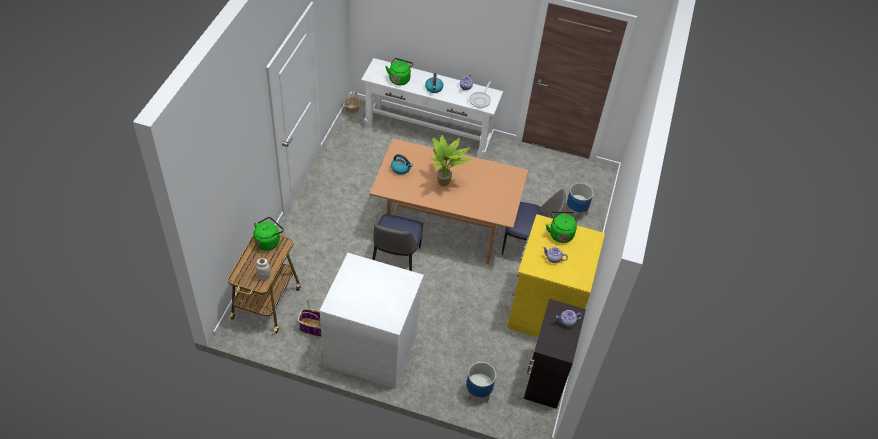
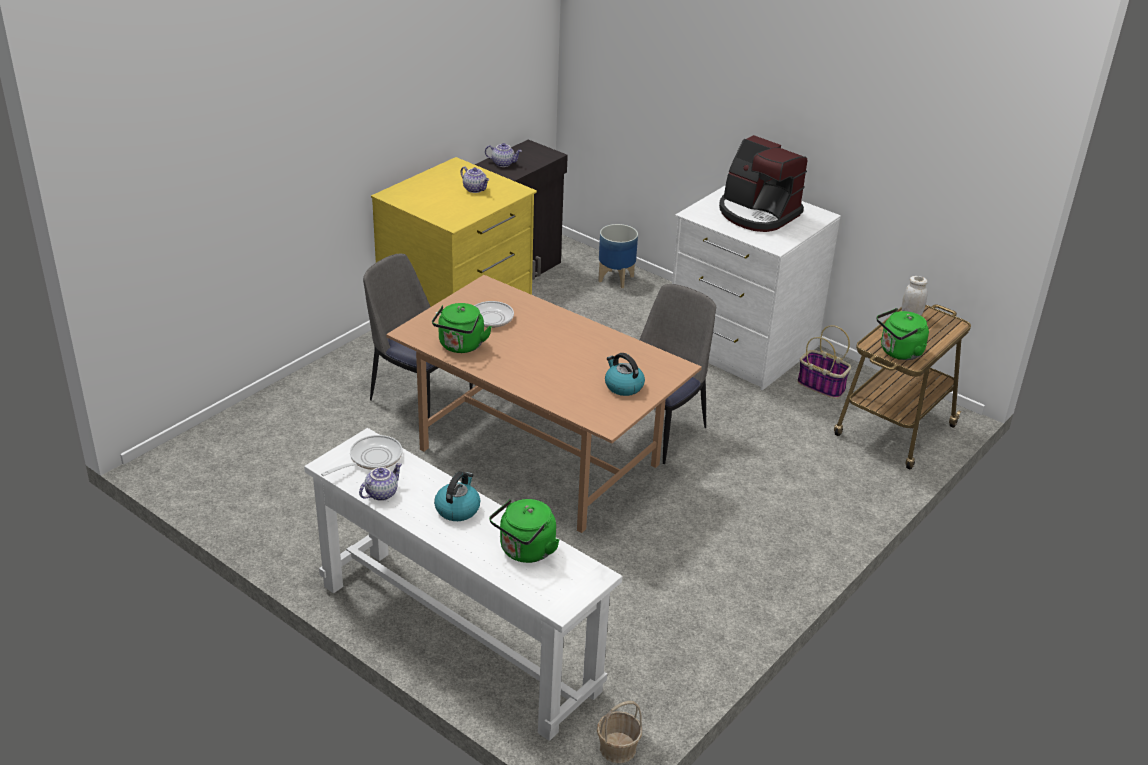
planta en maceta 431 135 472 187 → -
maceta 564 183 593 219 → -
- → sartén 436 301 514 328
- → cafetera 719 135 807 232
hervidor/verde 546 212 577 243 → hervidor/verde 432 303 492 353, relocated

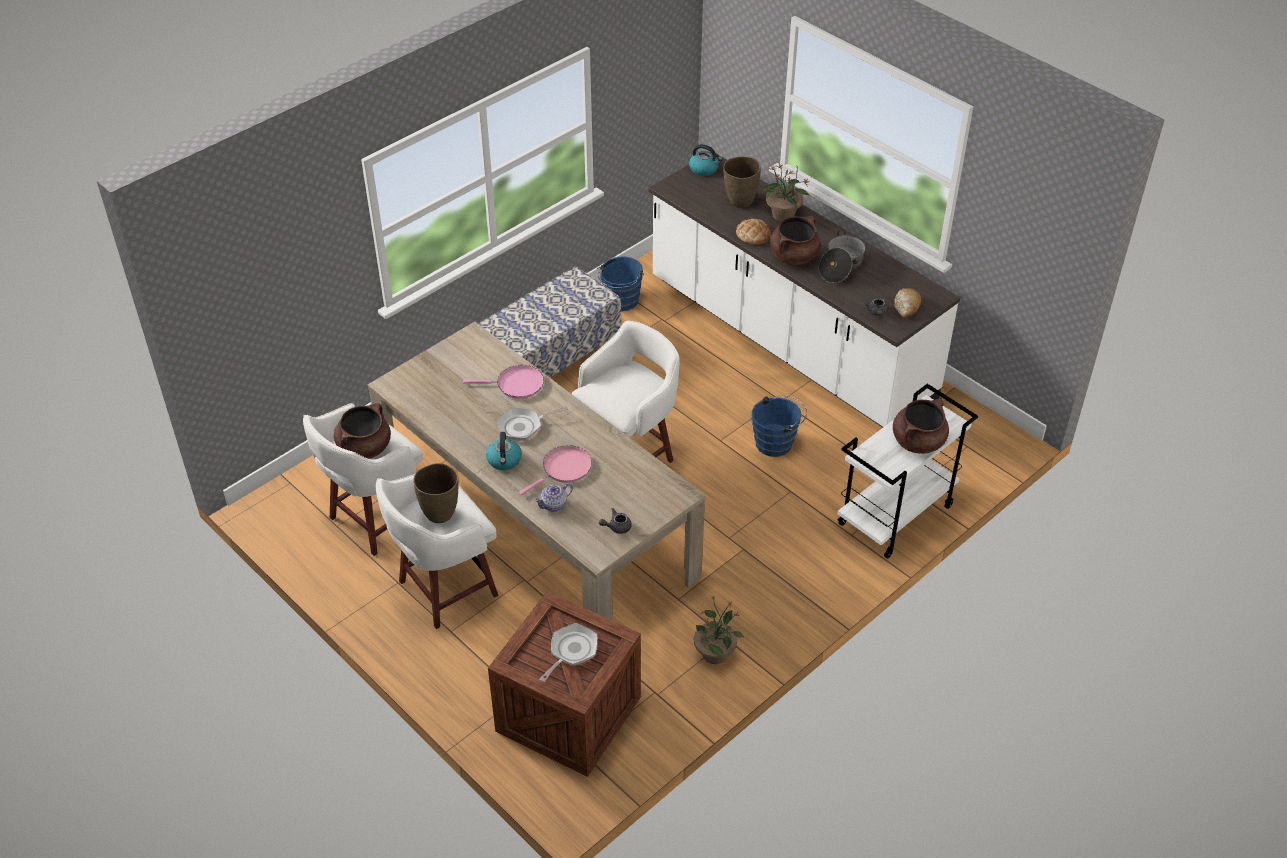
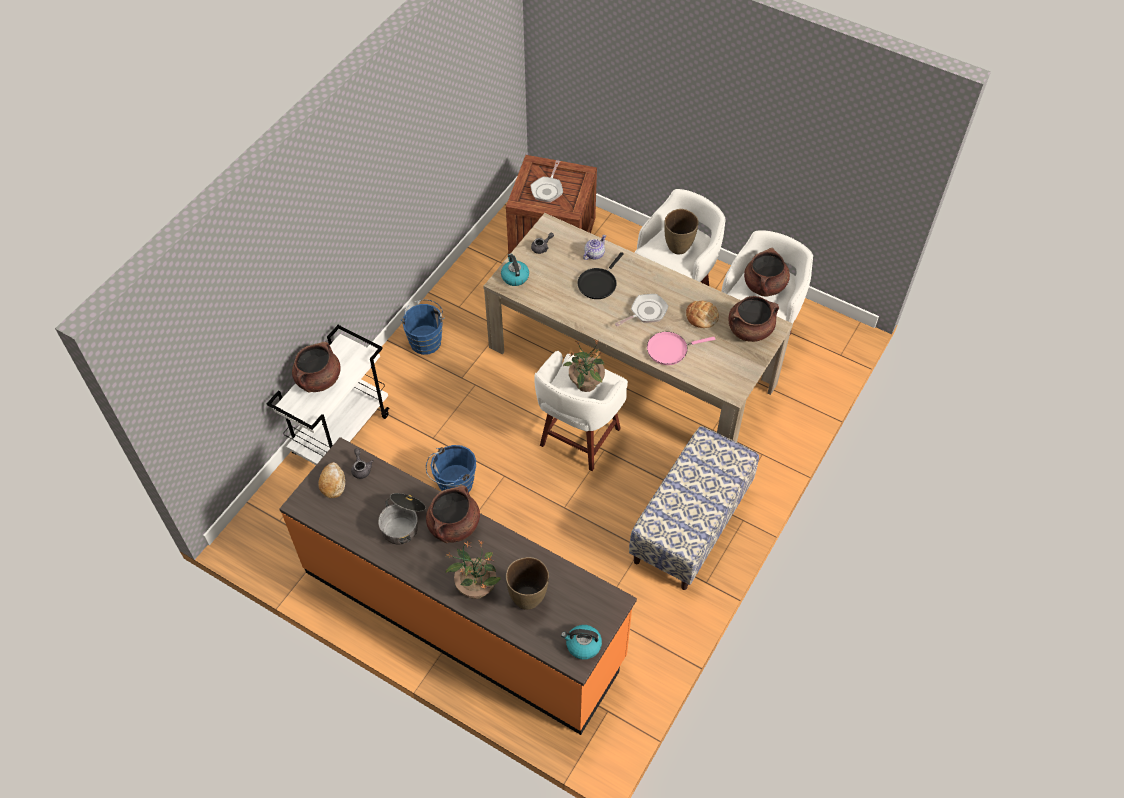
- → olla/marrón 728 296 779 342
hervidor 486 432 522 470 → hervidor 501 253 529 286, relocated
cubo/azul 597 256 644 311 → cubo/azul 401 299 445 355, relocated
planta en maceta 694 595 744 664 → planta en maceta 563 339 605 392, relocated
pan 736 219 771 244 → pan 686 300 719 328, relocated
sartén/rosa 519 445 592 495 → sartén/negro 577 252 624 299
mueble bajo de cocina/blanco 649 154 960 427 → mueble bajo de cocina/naranja 279 437 637 735

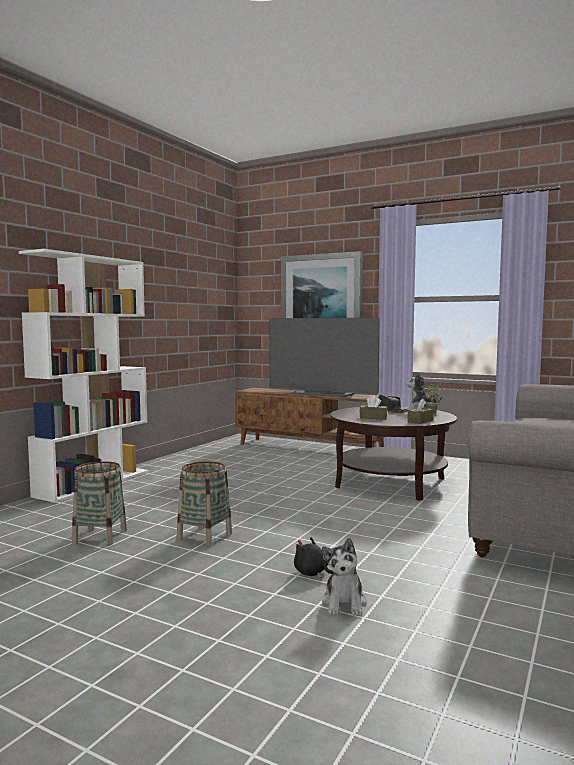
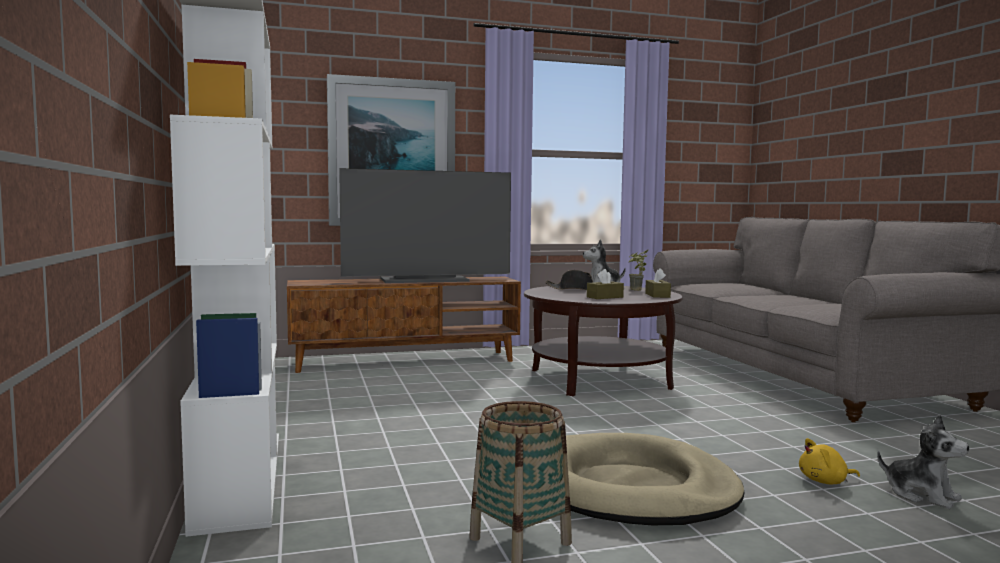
cesta 177 461 232 547 → cama para perro/beis 566 433 744 525
peluche/negro 294 537 334 578 → peluche/amarillo 799 438 860 484

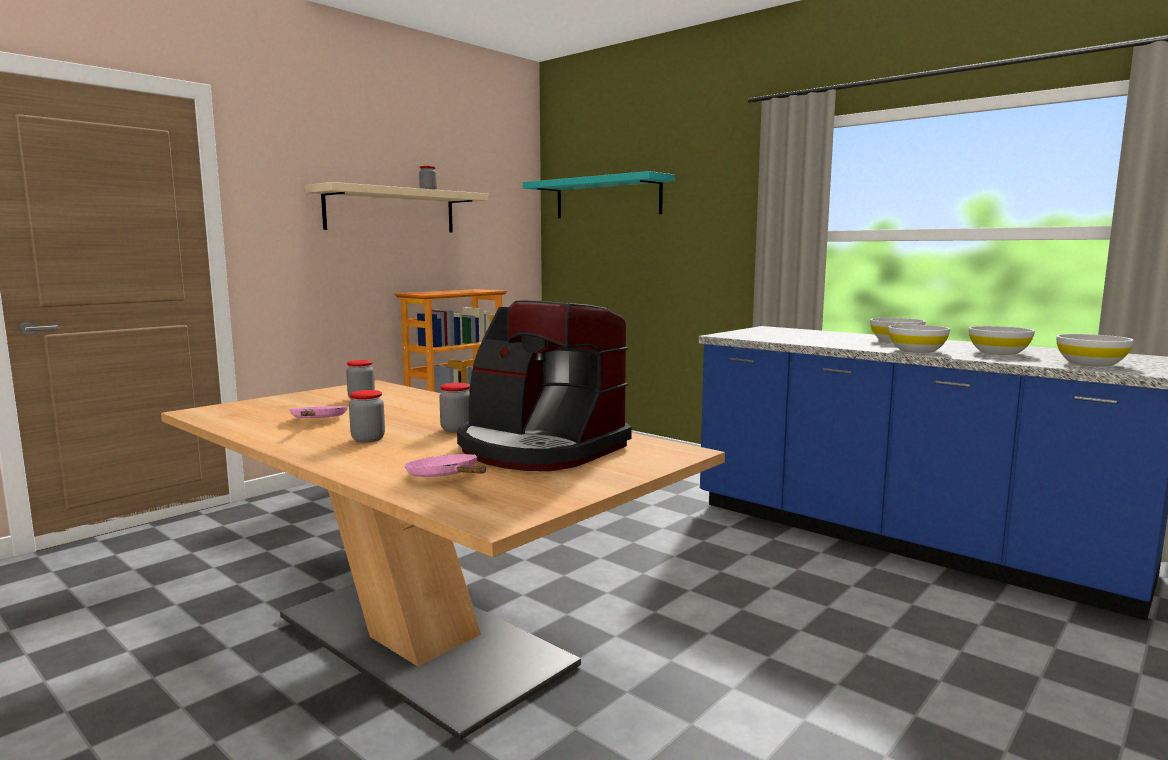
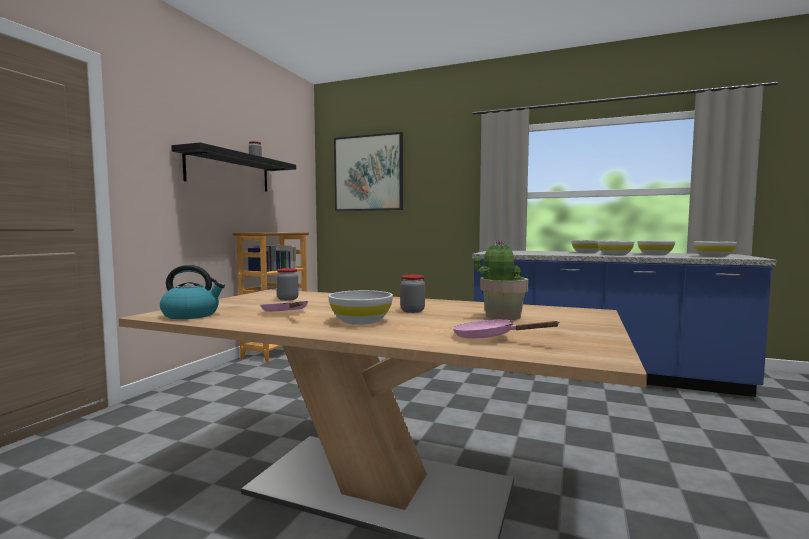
- → hervidor 160 265 225 319
tarro 349 390 385 443 → cuenco/blanco 328 290 393 325
cafetera 457 300 632 471 → planta en maceta 474 240 528 320
estante/turquesa 523 171 674 218 → cuadro 334 132 403 211
estante/beis 306 182 489 233 → estante/negro 171 142 296 192

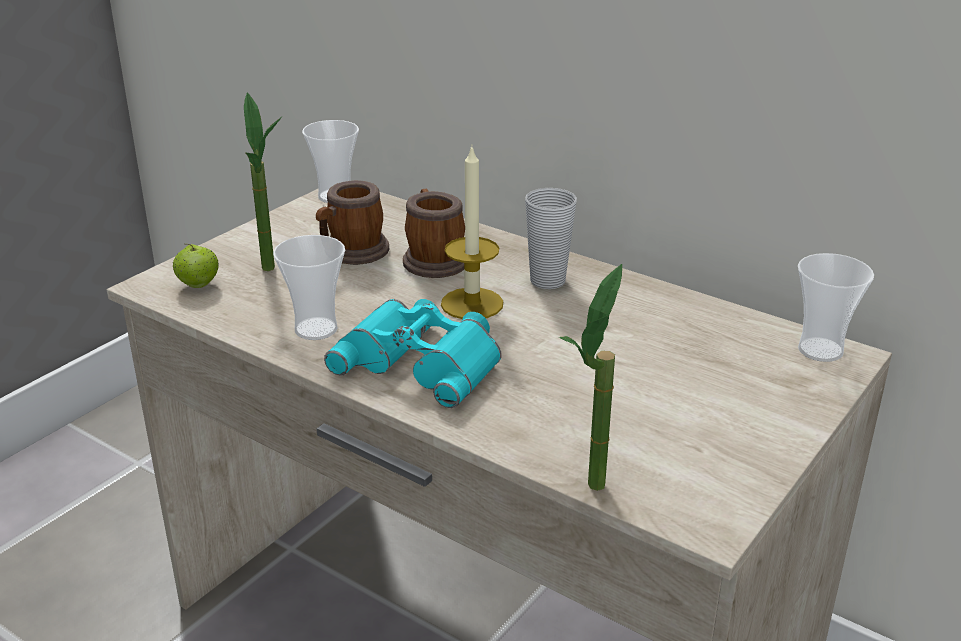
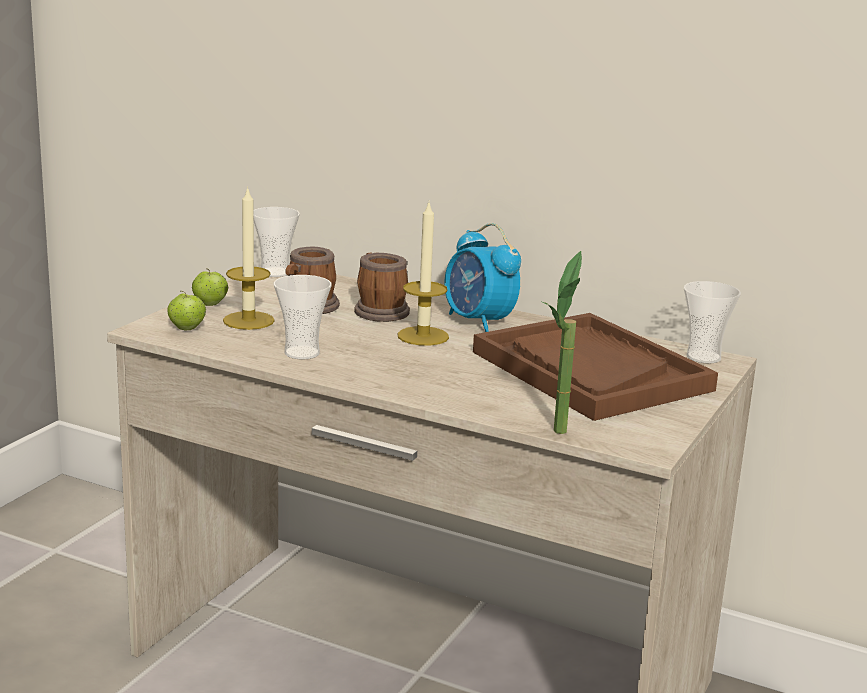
prismáticos/turquesa 324 299 502 408 → -
- → manzana 192 268 228 306
- → bandeja/marrón 473 313 718 421
planta en maceta 244 92 282 271 → vela 223 186 275 330
taza 525 188 577 289 → despertador 444 223 521 332

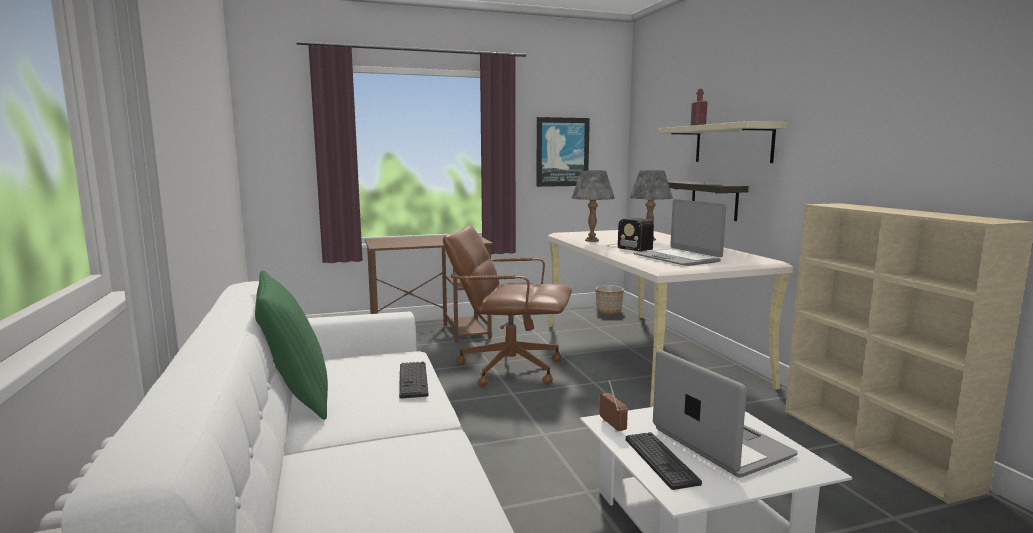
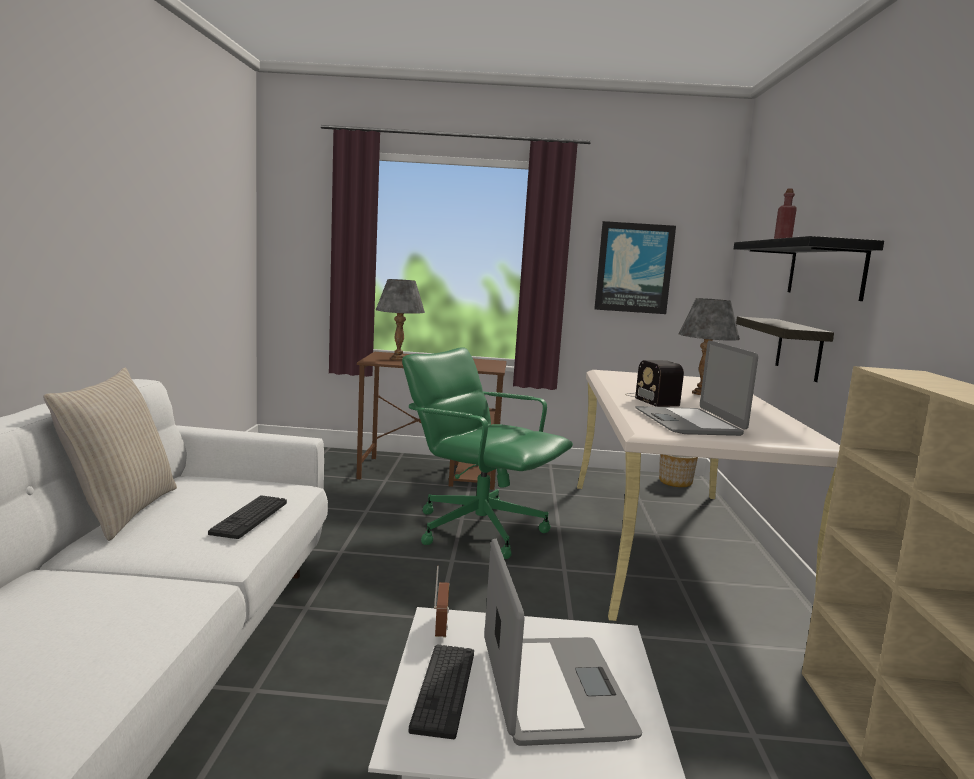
lámpara de mesa/gris 571 170 615 242 → lámpara de mesa/gris 376 279 425 360, relocated
cojín/verde 255 270 328 420 → cojín/beis 43 368 177 541
silla de oficina/marrón 443 225 572 387 → silla de oficina/verde 402 347 573 559
estante/beis 658 121 787 163 → estante/negro 734 236 884 301

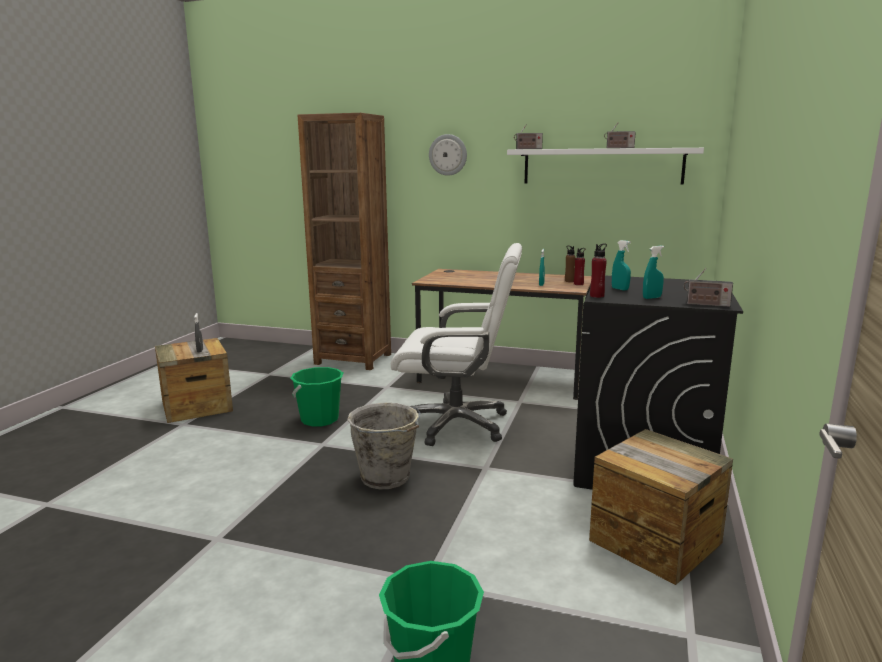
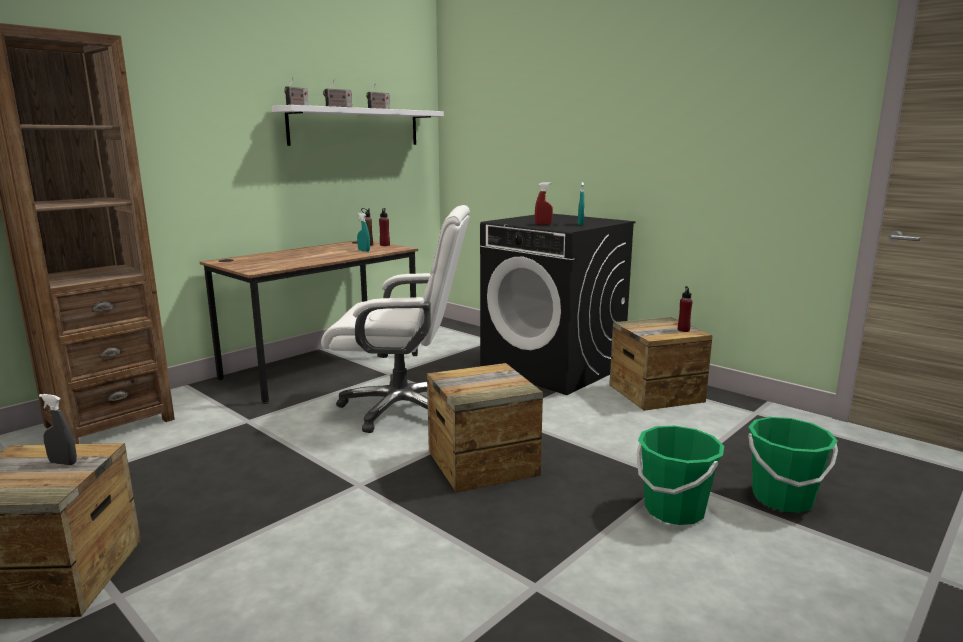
reloj de pared 429 134 467 176 → -
cubo/verde 290 367 343 427 → cubo/verde 636 425 724 525, relocated
botella/rojo 590 244 607 298 → botella/rojo 678 286 693 332, relocated
radio 684 268 733 307 → radio 323 80 352 107, relocated
cubo/gris 347 403 420 489 → caja de embalaje 427 363 543 492
pulverizador/turquesa 612 240 631 290 → pulverizador/rojo 535 182 553 225
silla de oficina/blanco 391 243 522 446 → silla de oficina/blanco 321 205 470 433, 60 degrees clockwise

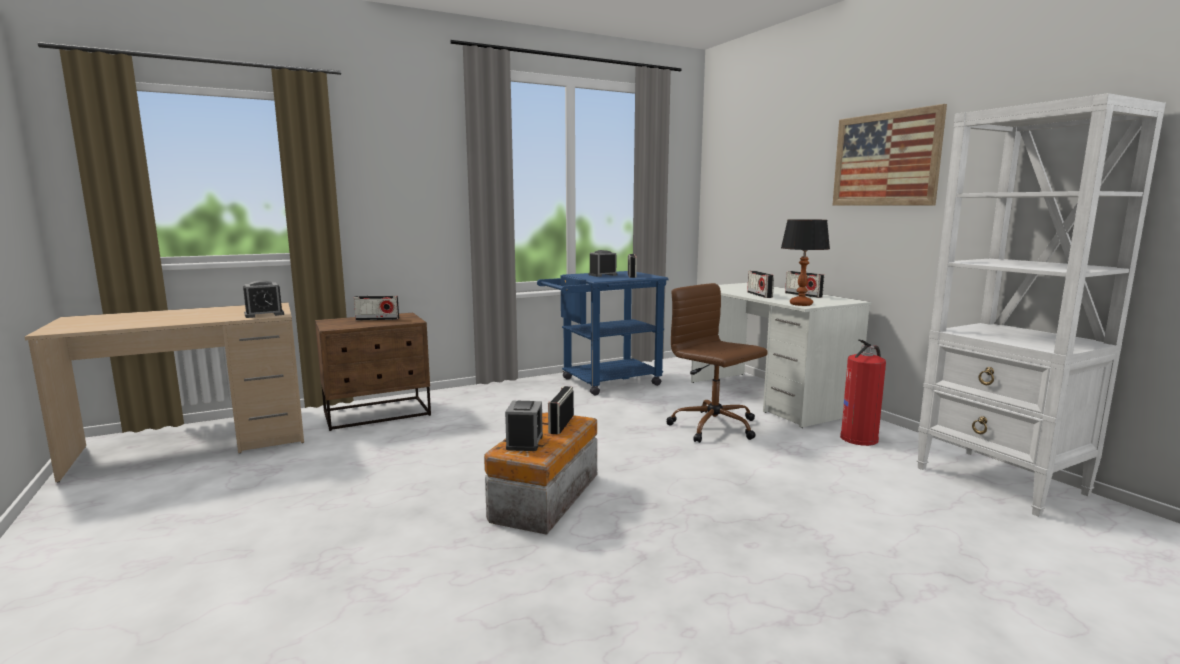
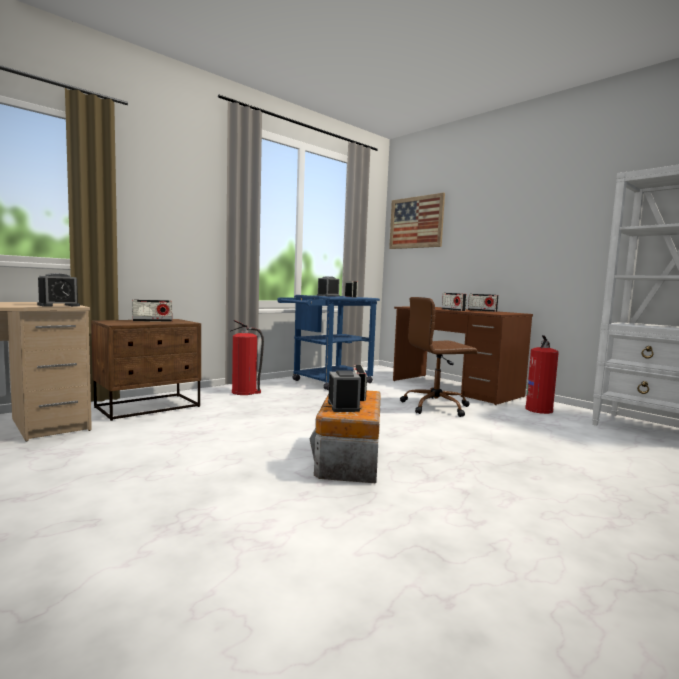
lámpara de mesa 781 219 830 306 → -
- → extintor 230 320 264 395
cuadro 833 104 947 206 → cuadro 389 193 445 249, relocated
escritorio/blanco 691 283 871 428 → escritorio/marrón 393 307 533 405
silla de oficina/marrón 666 283 768 443 → silla de oficina/marrón 400 297 477 417, 45 degrees counterclockwise

